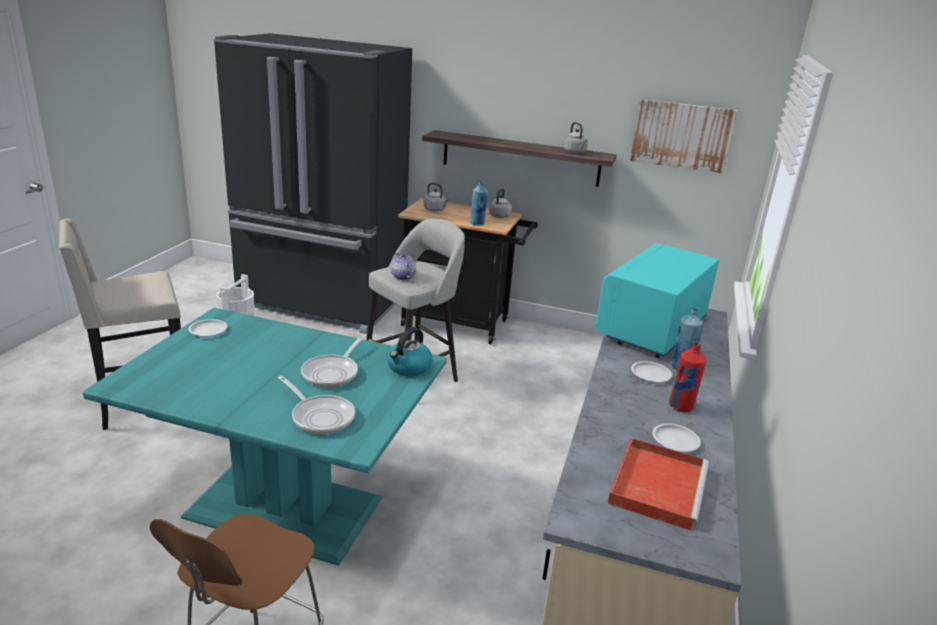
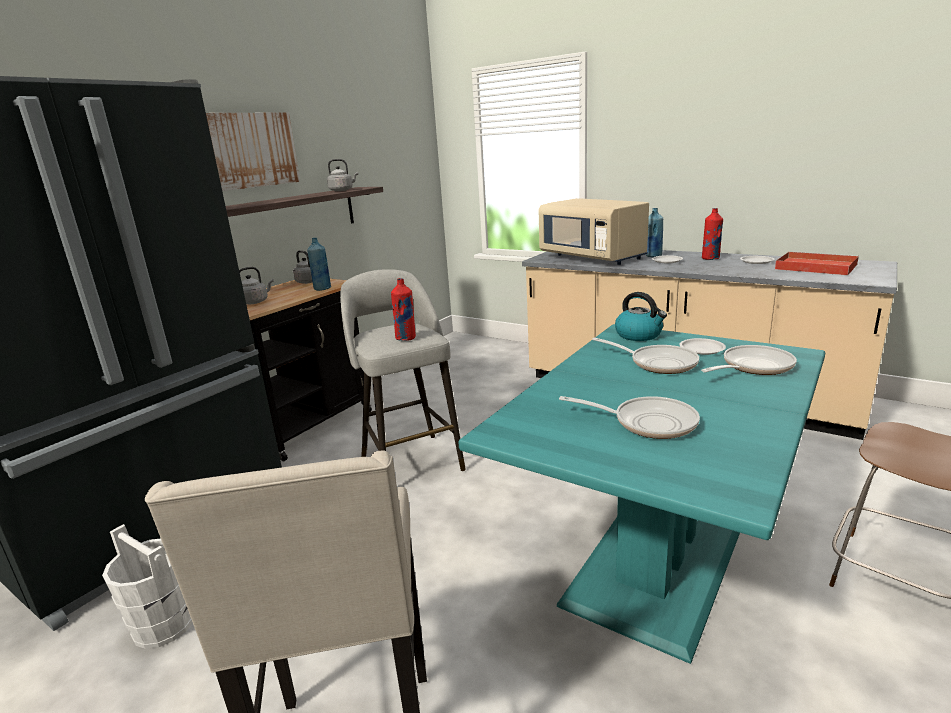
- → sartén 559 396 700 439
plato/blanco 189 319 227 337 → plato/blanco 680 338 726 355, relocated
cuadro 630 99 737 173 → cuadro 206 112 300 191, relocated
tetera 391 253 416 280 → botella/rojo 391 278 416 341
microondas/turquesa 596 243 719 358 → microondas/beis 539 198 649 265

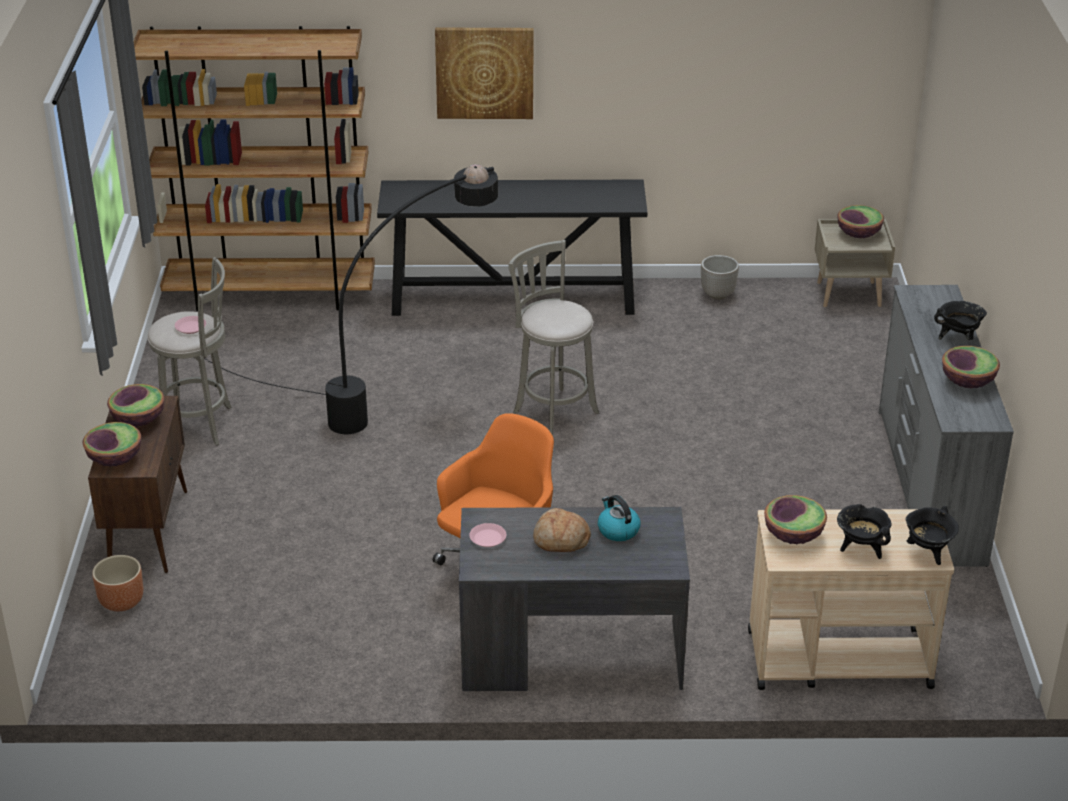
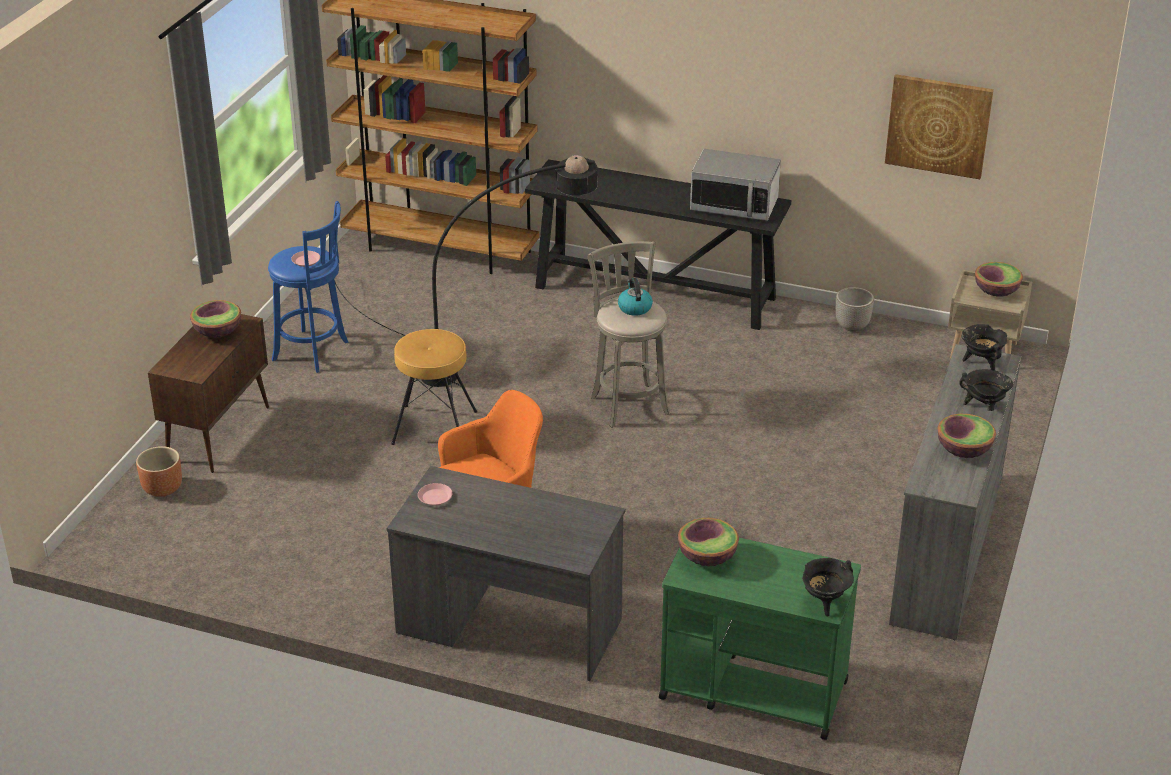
cuenco 83 422 141 467 → -
pan 533 508 591 552 → -
- → taburete/marrón 391 329 477 445
- → microondas 690 149 781 221
cuadro 435 27 534 119 → cuadro 885 74 994 179, relocated
hervidor 598 495 641 541 → hervidor 618 278 653 316, relocated
olla/negro 837 504 892 559 → olla/negro 962 324 1007 371, relocated
taburete/gris 148 257 232 446 → taburete/azul 268 201 349 373
carrito/beis 748 509 954 690 → carrito/verde 659 538 861 740

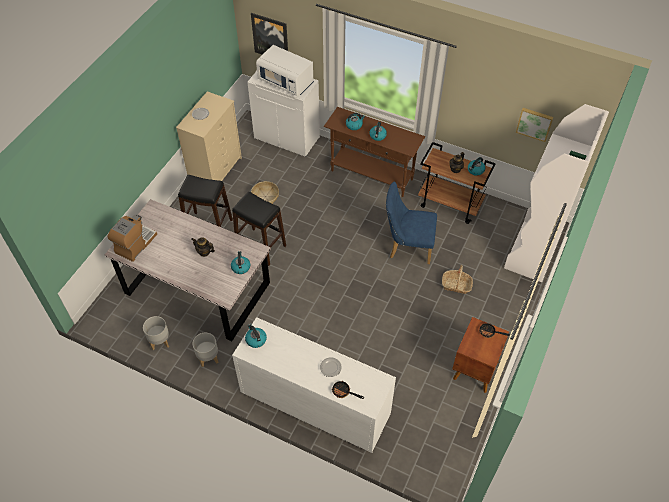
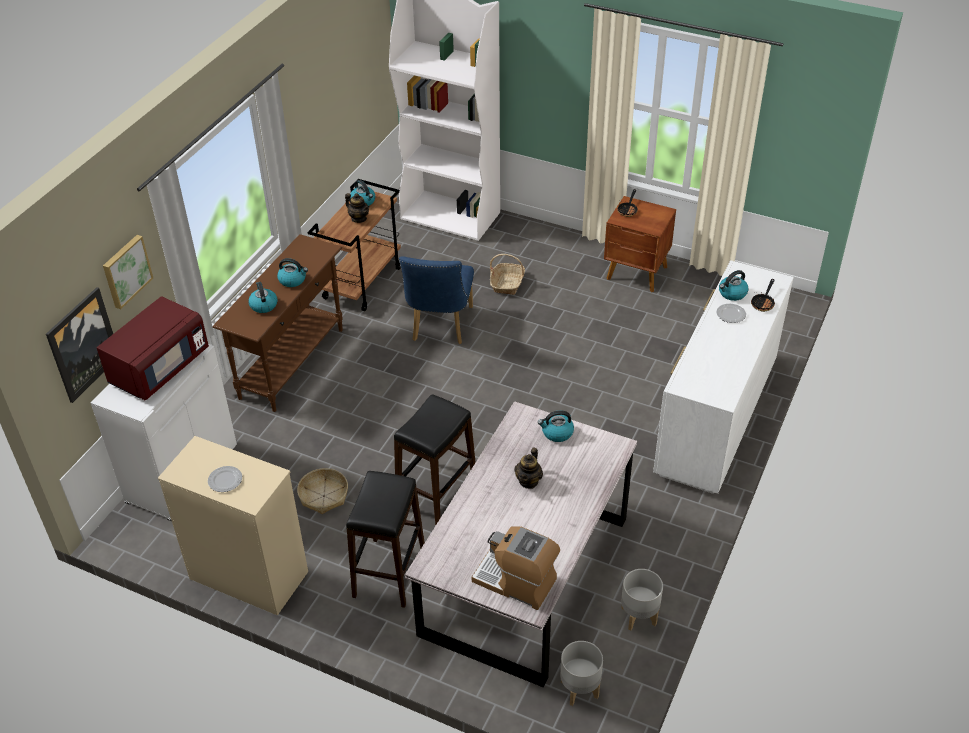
maceta/gris 192 333 218 367 → maceta/gris 560 641 603 706, relocated
hervidor 245 323 267 348 → hervidor 719 270 748 301, relocated
cuadro 516 108 553 142 → cuadro 103 235 153 309, relocated
microondas/blanco 256 45 314 96 → microondas/rojo 97 296 209 400

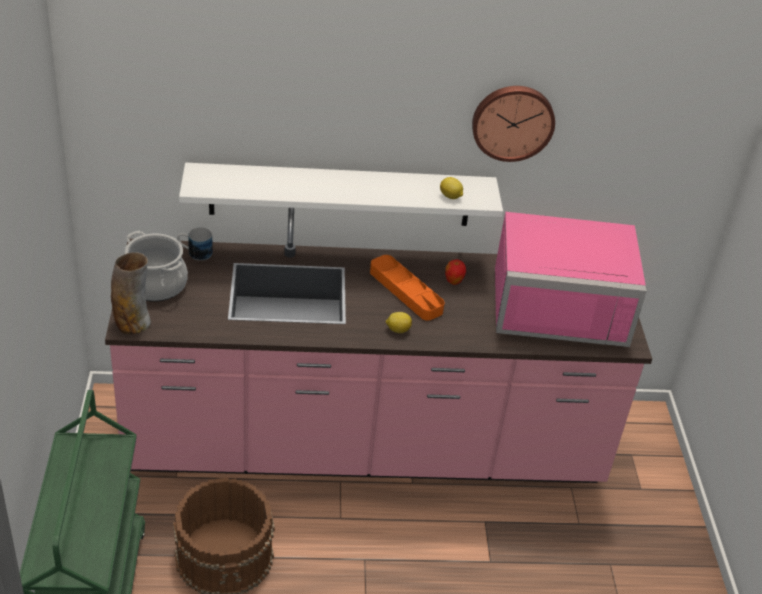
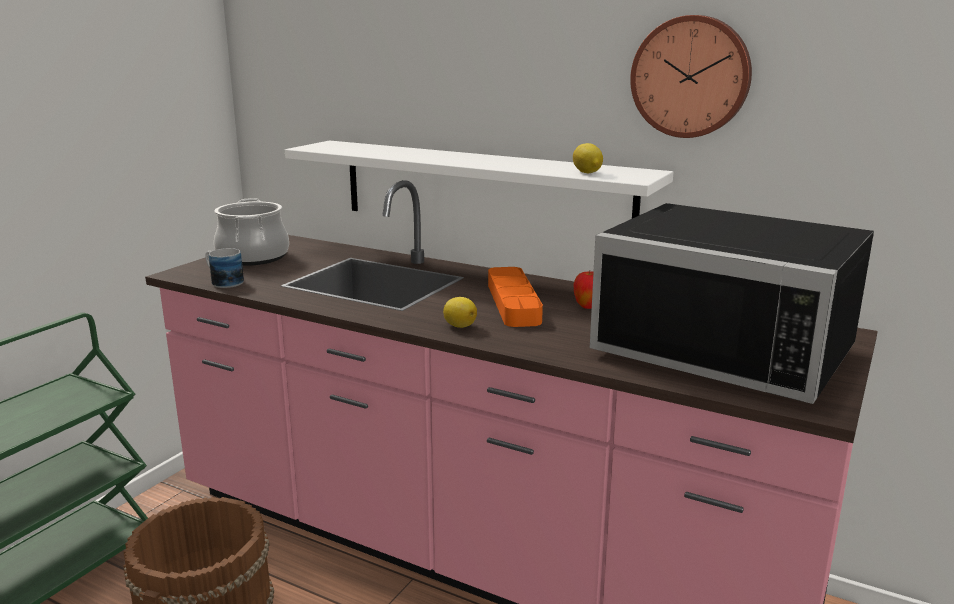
florero 111 252 151 334 → -
taza grande 177 227 213 261 → taza grande 205 248 244 288, relocated
microondas/rosa 495 212 647 347 → microondas/negro 590 203 874 404

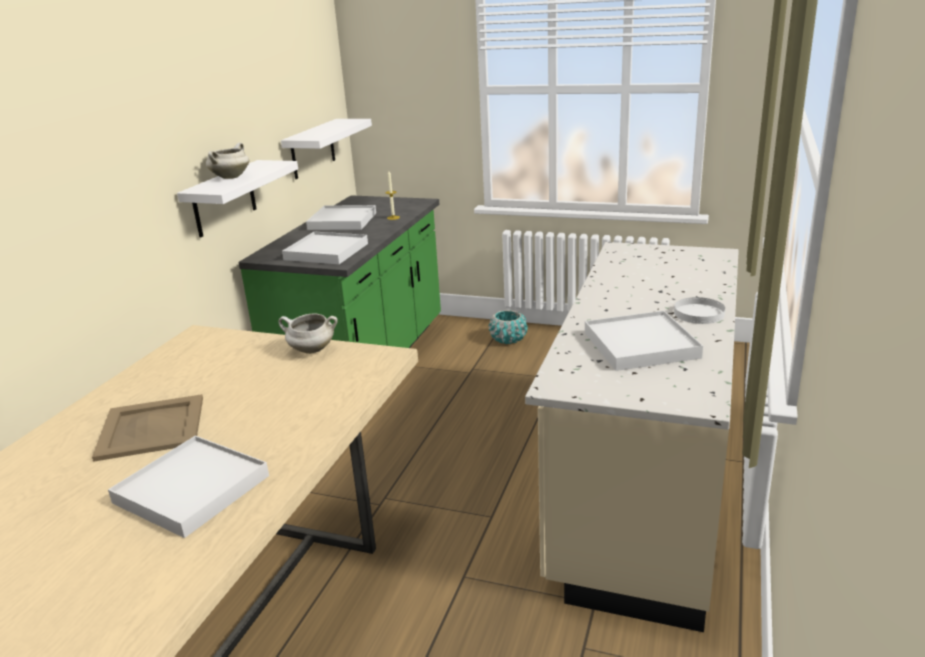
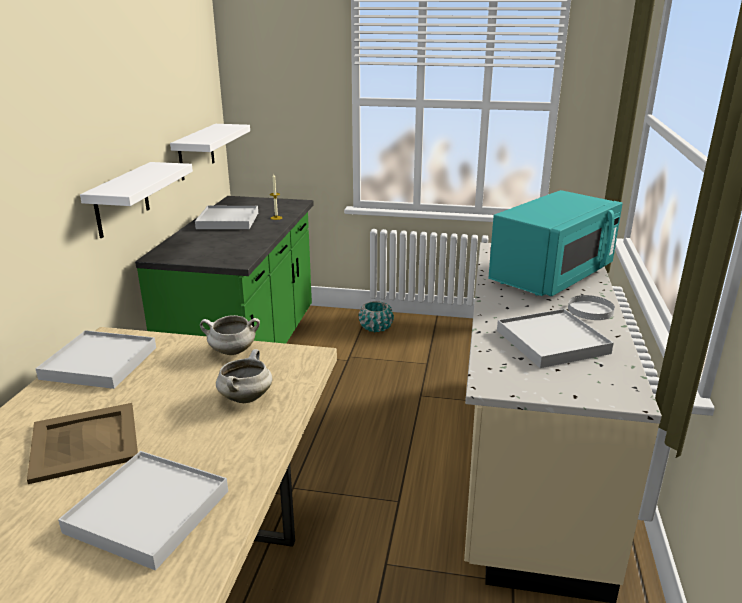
- → microondas/turquesa 488 190 623 296
olla/blanco 206 143 249 179 → olla/blanco 216 349 273 403, relocated
bandeja/blanco 282 232 368 264 → bandeja/blanco 35 330 156 389, relocated

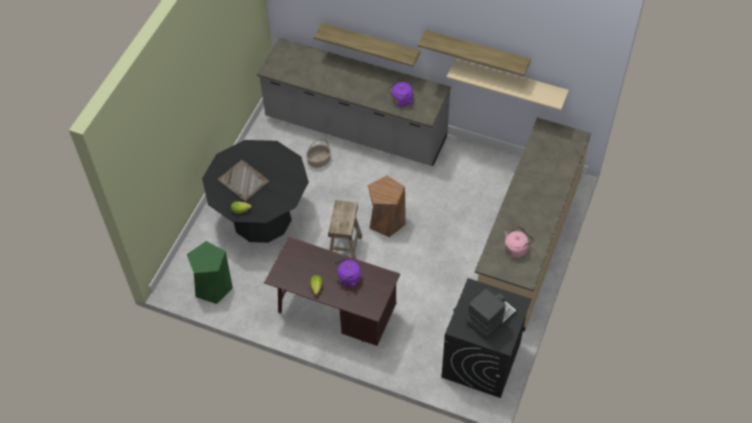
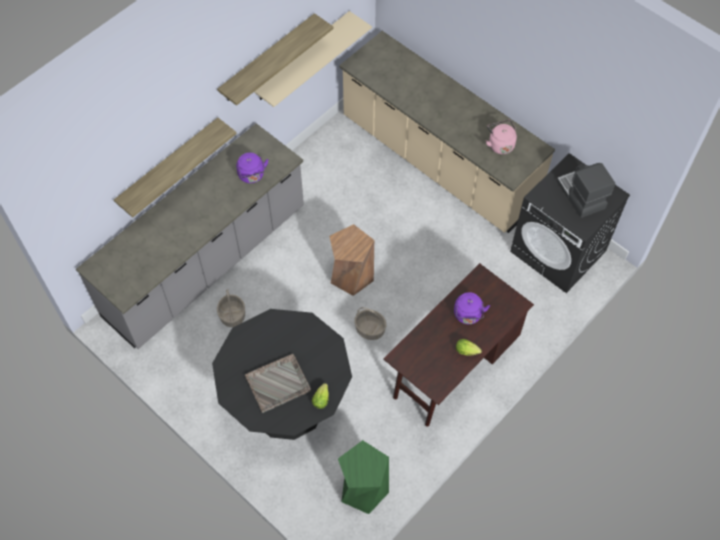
taburete/beis 328 200 362 259 → cesta 354 307 386 340

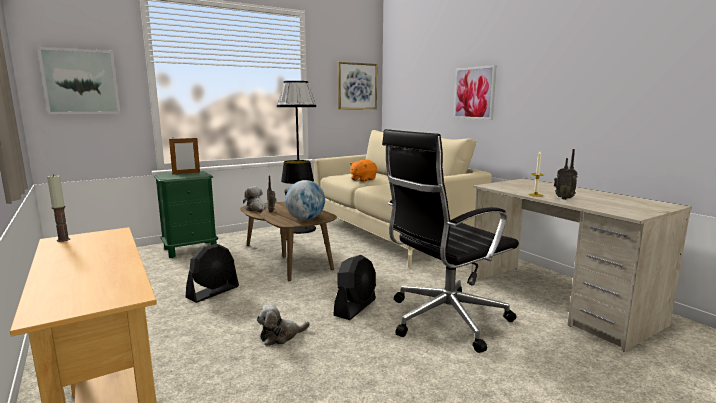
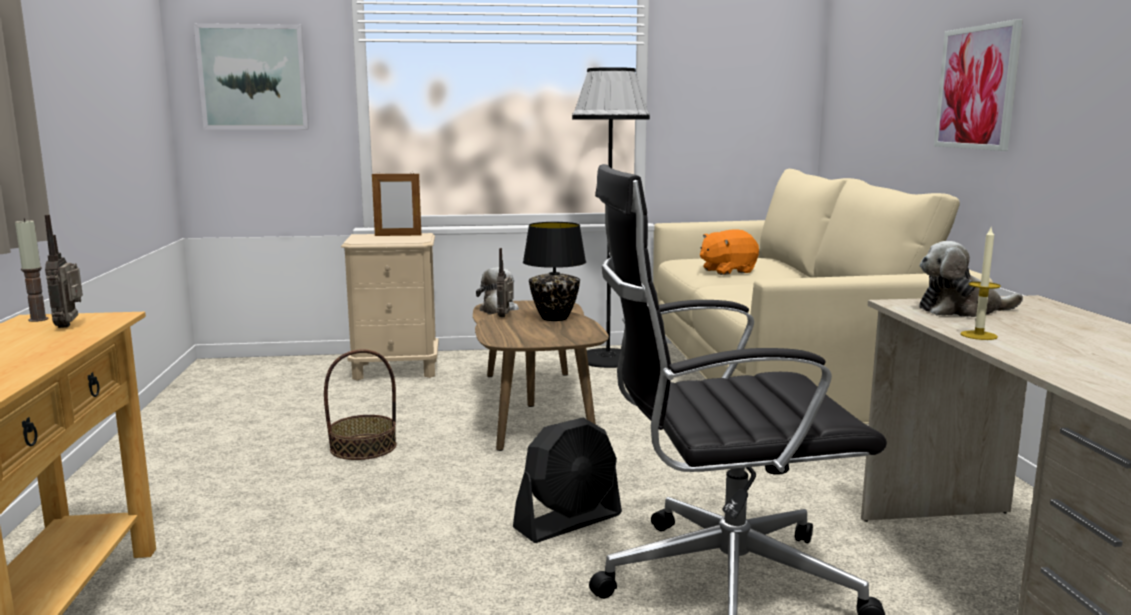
globo terráqueo 285 180 325 220 → -
cuadro 338 62 377 110 → -
peluche 256 305 310 346 → peluche 919 241 1023 317, relocated
radio 554 149 578 200 → radio 45 215 83 328, relocated
ventilador/negro 186 244 239 303 → cesta 324 349 397 460
mesita de noche/verde 154 171 218 258 → mesita de noche/beis 341 233 439 381

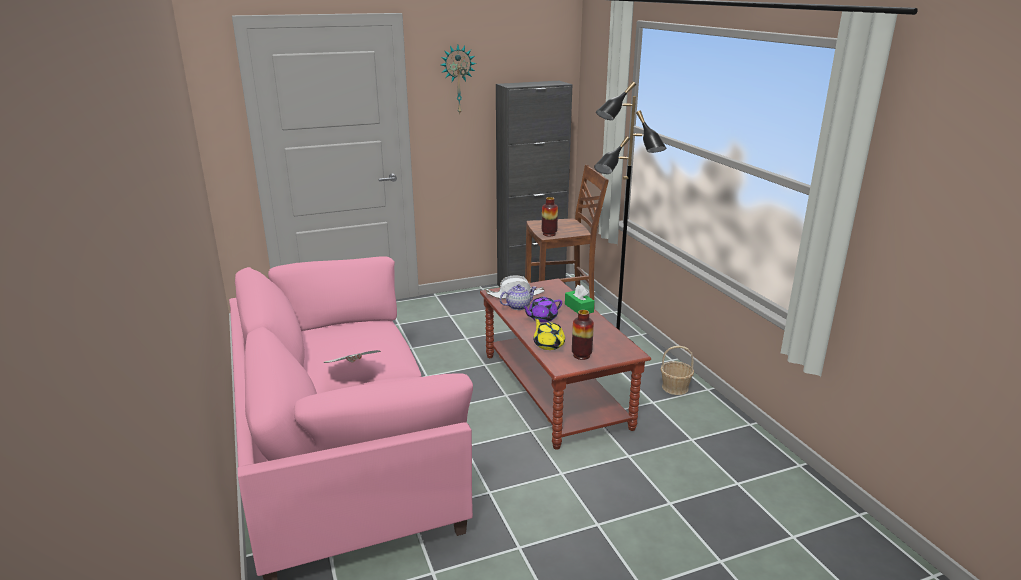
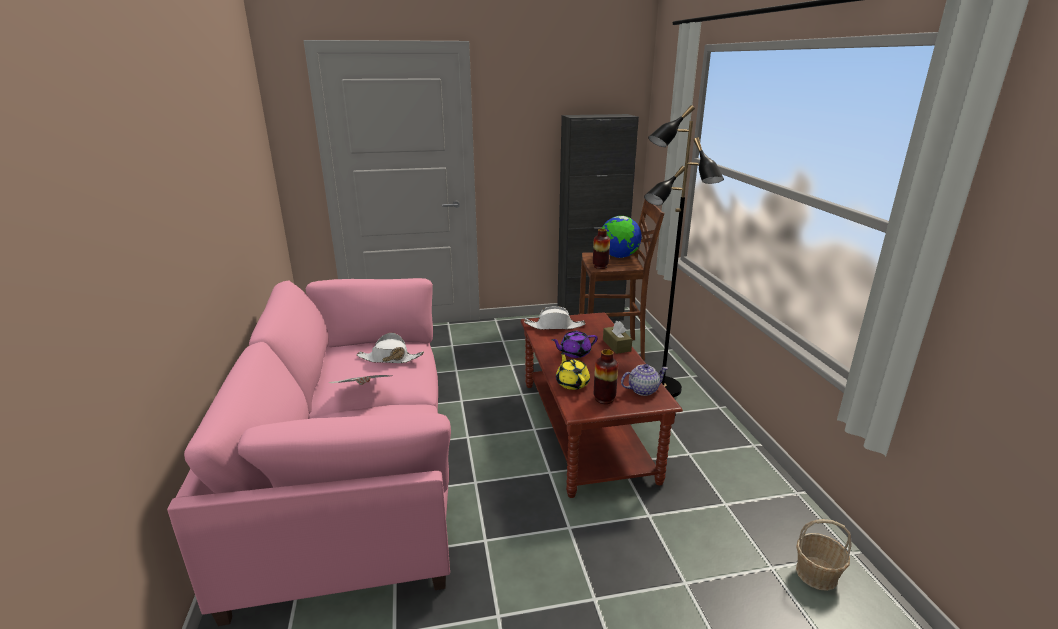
reloj de pared 441 45 476 114 → -
- → sombrero/blanco 356 333 424 363
- → globo terráqueo 601 216 642 258
tetera 500 284 537 310 → tetera 621 364 668 396, relocated
cesta 660 346 694 395 → cesta 796 519 852 591, relocated
caja de pañuelos/verde 565 285 594 314 → caja de pañuelos/marrón 603 321 632 354

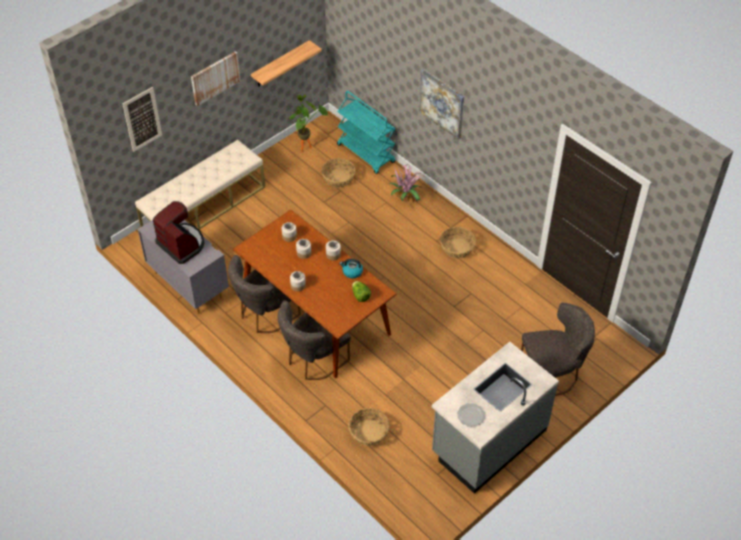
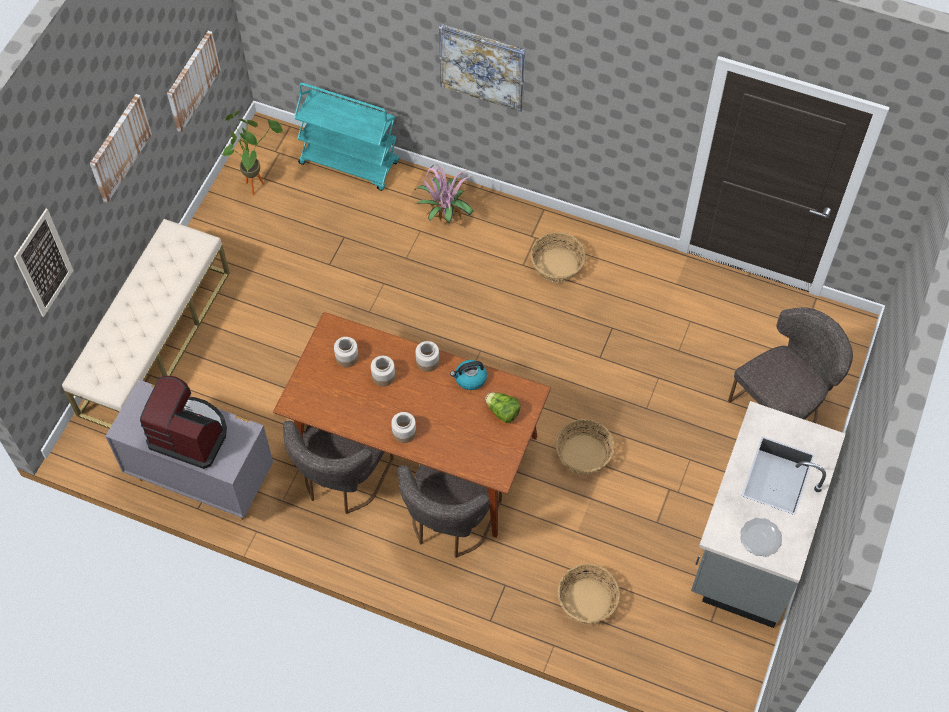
cesta 321 158 355 188 → cesta 555 419 615 474, relocated
estante 251 40 322 87 → cuadro 167 31 221 132

